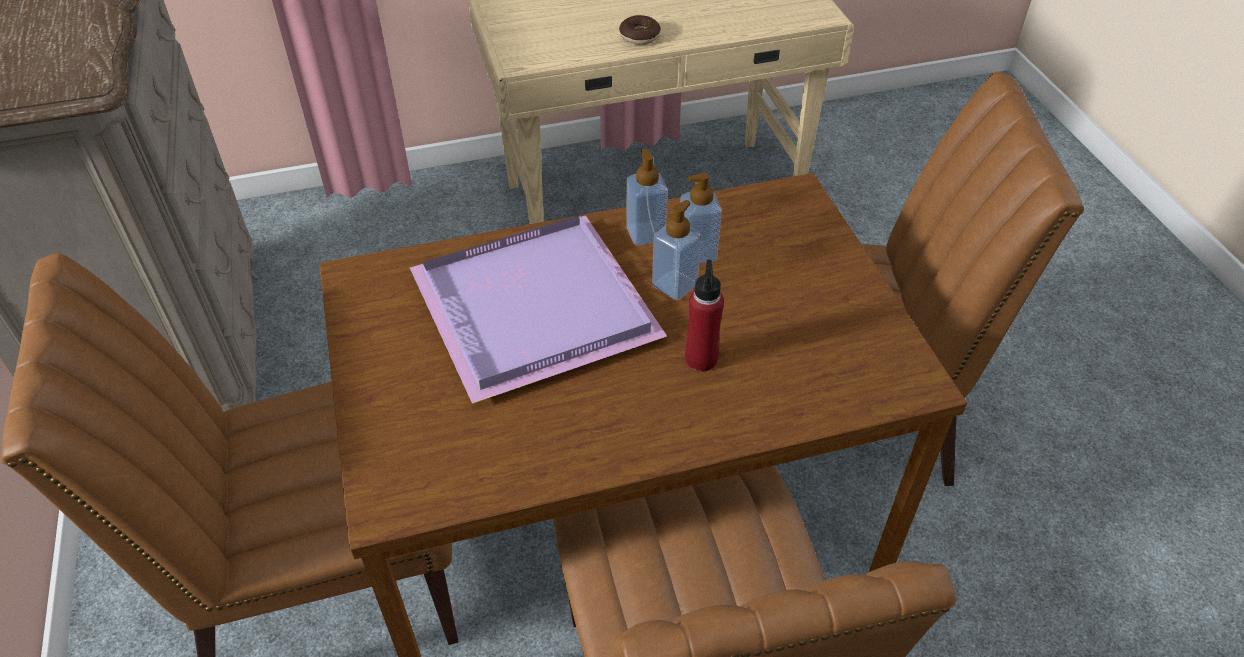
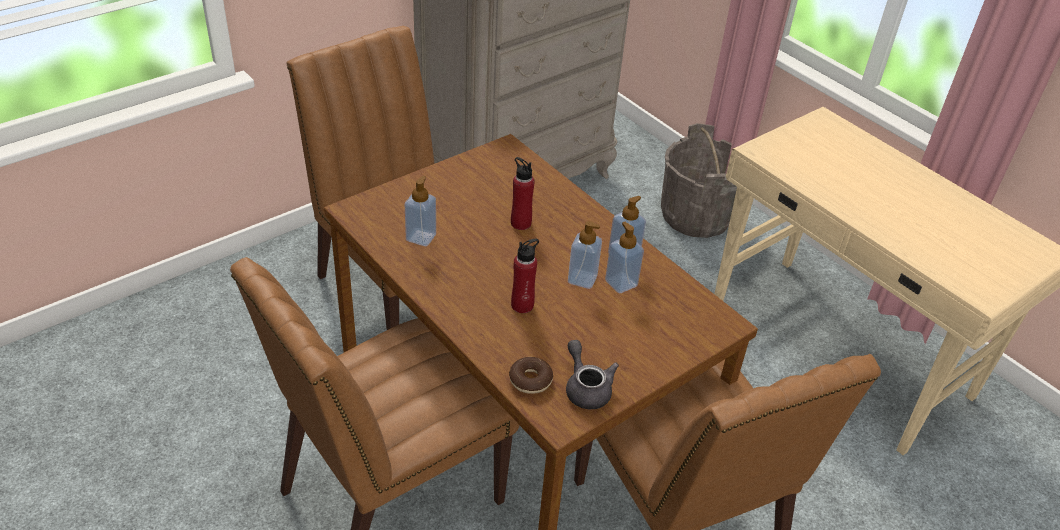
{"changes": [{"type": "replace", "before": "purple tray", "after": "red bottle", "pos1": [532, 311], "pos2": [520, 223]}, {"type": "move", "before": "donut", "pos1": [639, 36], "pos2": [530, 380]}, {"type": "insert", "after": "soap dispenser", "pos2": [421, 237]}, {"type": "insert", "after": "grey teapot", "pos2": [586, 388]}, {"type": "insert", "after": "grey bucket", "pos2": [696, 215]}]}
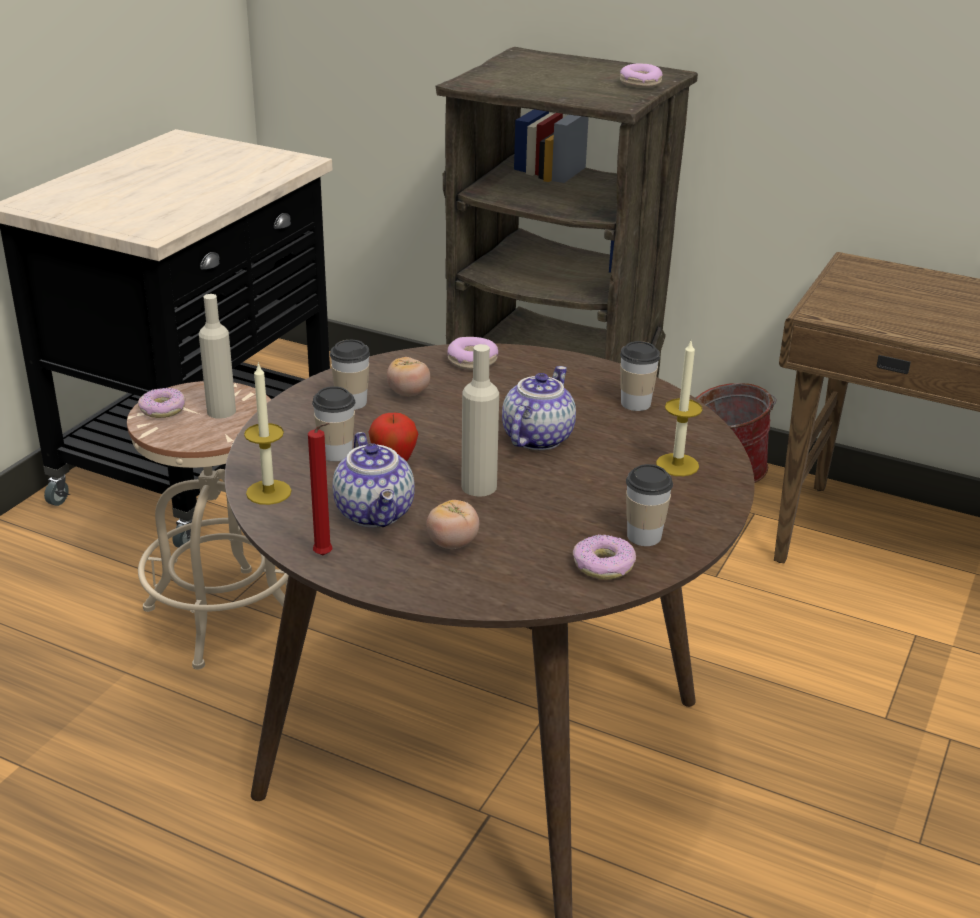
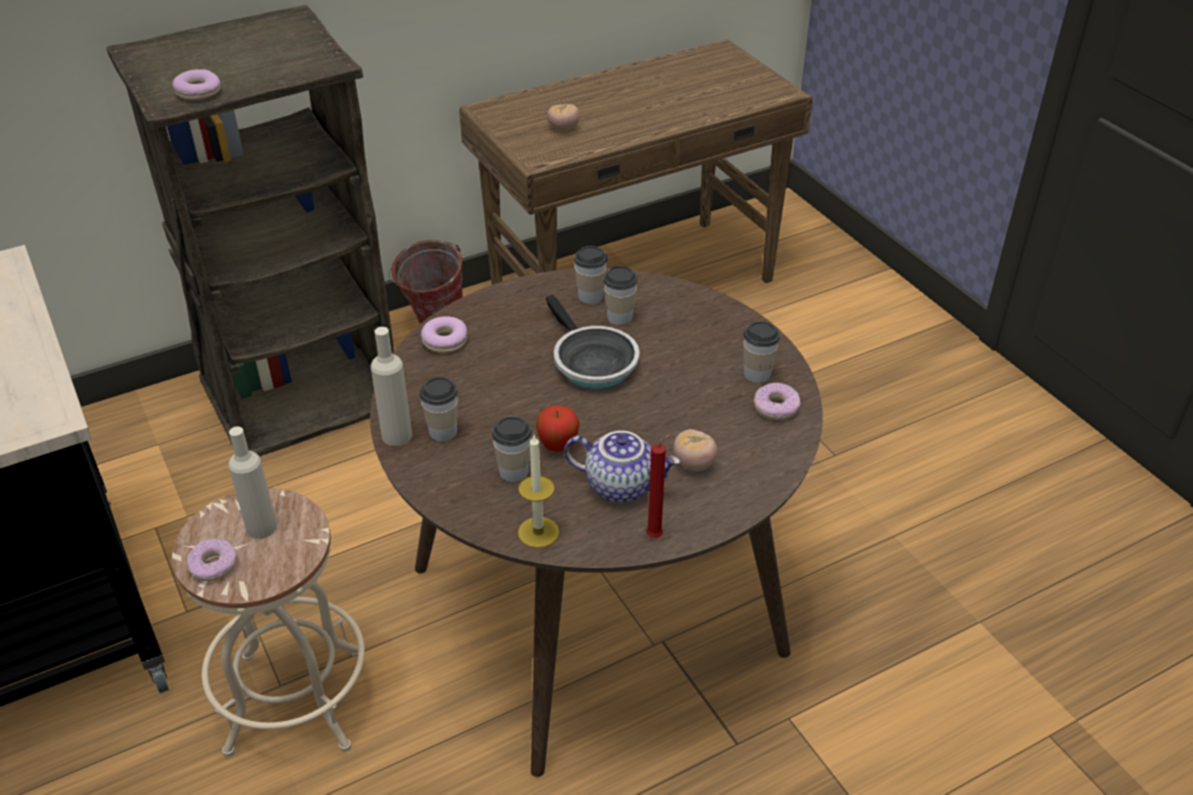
{"changes": [{"type": "move", "before": "tomato", "pos1": [408, 393], "pos2": [563, 128]}, {"type": "move", "before": "beige bottle", "pos1": [479, 486], "pos2": [397, 435]}, {"type": "replace", "before": "teapot", "after": "frying pan", "pos1": [536, 438], "pos2": [591, 362]}, {"type": "move", "before": "donut", "pos1": [640, 84], "pos2": [198, 92]}, {"type": "delete", "before": "candle", "pos1": [677, 465]}, {"type": "insert", "after": "cup", "pos2": [619, 317]}]}
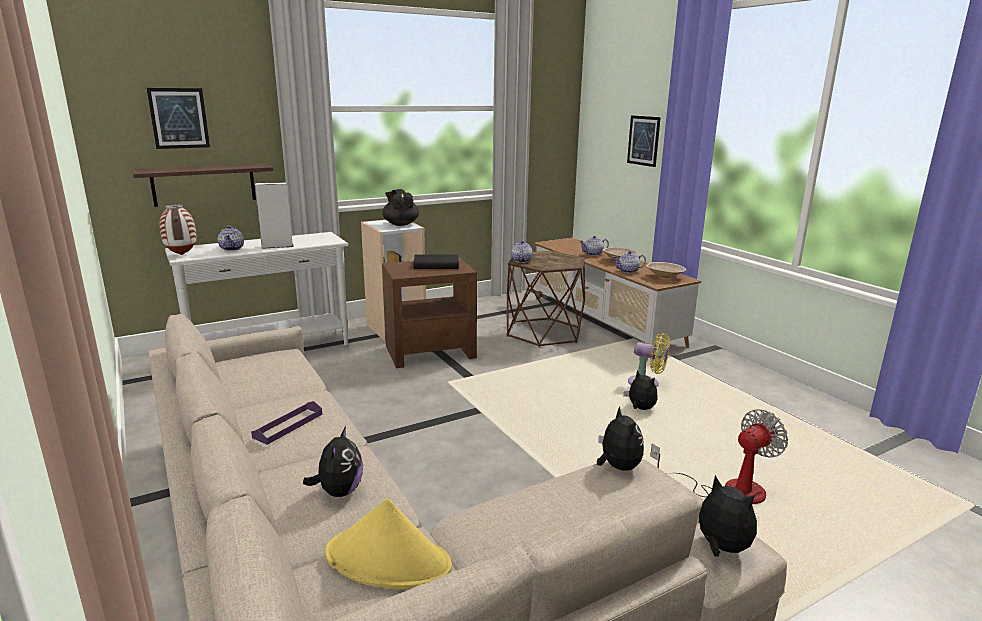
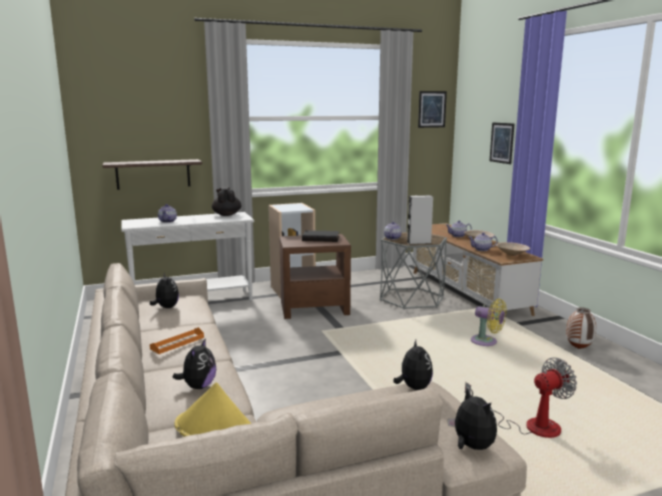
{"changes": [{"type": "move", "before": "picture", "pos1": [179, 118], "pos2": [432, 109]}, {"type": "move", "before": "vase", "pos1": [181, 254], "pos2": [578, 348]}, {"type": "recolor", "before": "purple tray", "after": "orange tray", "pos1": [288, 425], "pos2": [177, 343]}, {"type": "move", "before": "grey speaker", "pos1": [277, 246], "pos2": [419, 242]}, {"type": "move", "before": "black teapot", "pos1": [400, 224], "pos2": [226, 214]}, {"type": "recolor", "before": "brown side table", "after": "grey side table", "pos1": [544, 332], "pos2": [411, 298]}, {"type": "move", "before": "plush toy", "pos1": [640, 408], "pos2": [166, 307]}]}
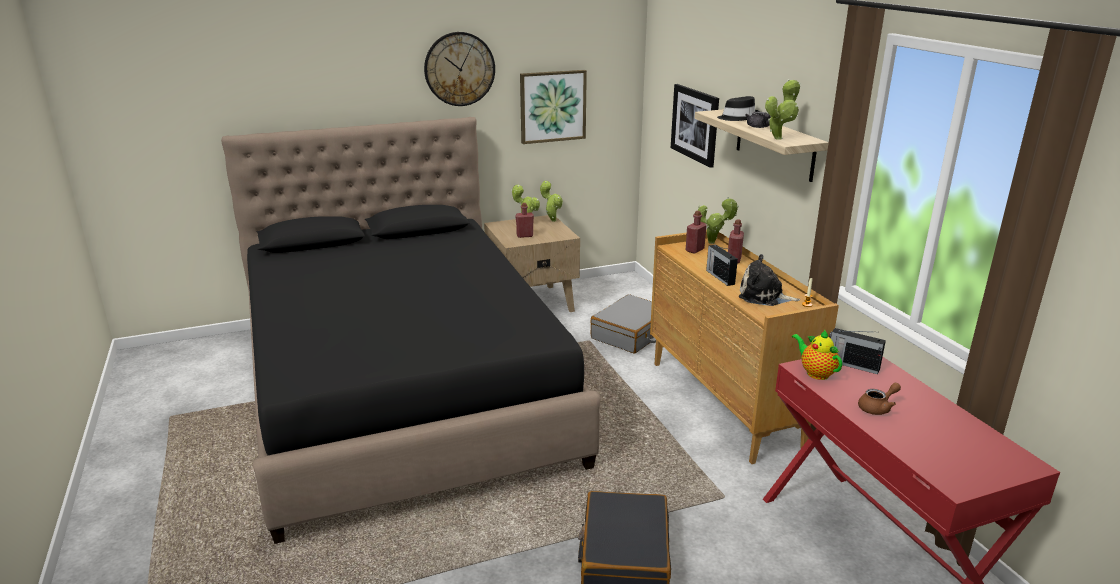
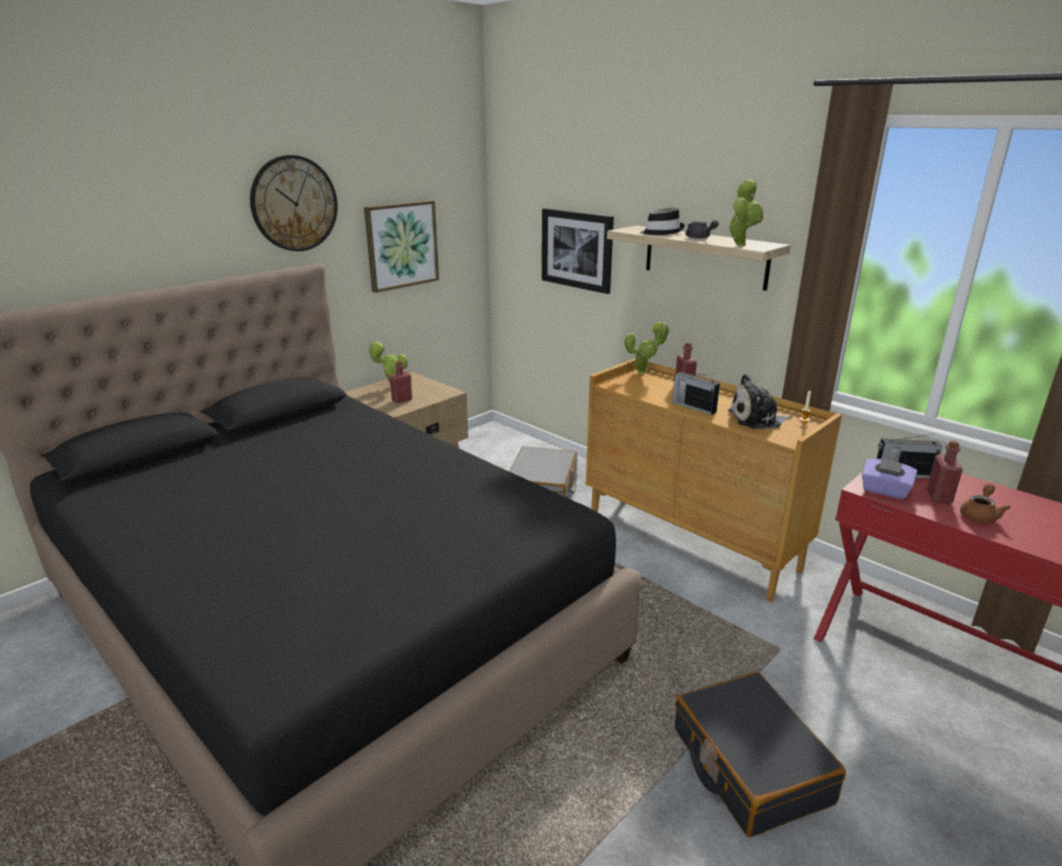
{"changes": [{"type": "delete", "before": "potted plant", "pos1": [552, 220]}, {"type": "move", "before": "red bottle", "pos1": [694, 250], "pos2": [939, 497]}, {"type": "replace", "before": "teapot", "after": "purple tissue box", "pos1": [815, 373], "pos2": [884, 491]}]}
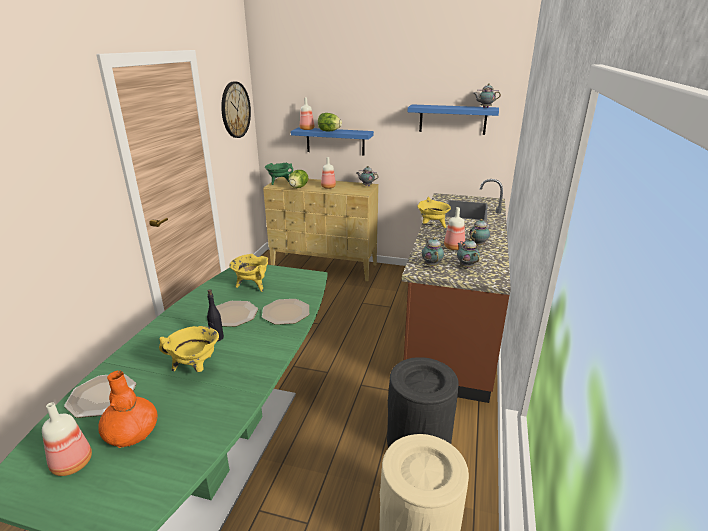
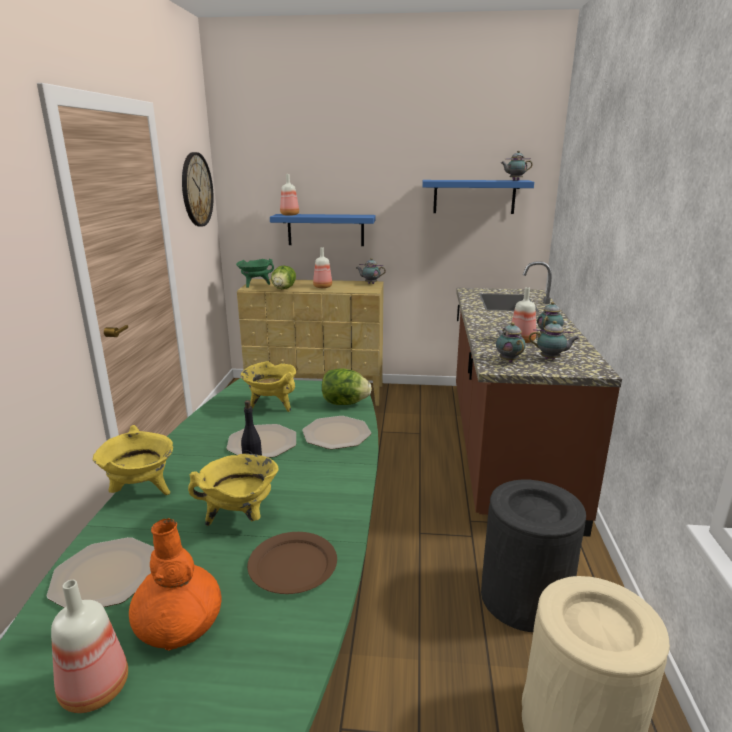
{"changes": [{"type": "move", "before": "lettuce", "pos1": [329, 131], "pos2": [344, 403]}, {"type": "move", "before": "yellow cooking pot", "pos1": [432, 226], "pos2": [142, 491]}, {"type": "rotate", "before": "teapot", "pos1": [466, 266], "pos2": [551, 359], "turn": 135}, {"type": "insert", "after": "brown plate", "pos2": [292, 566]}]}
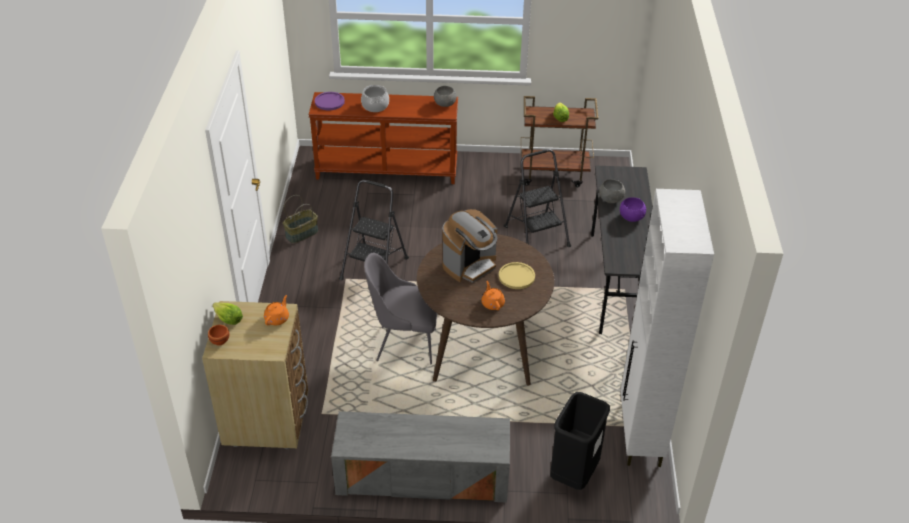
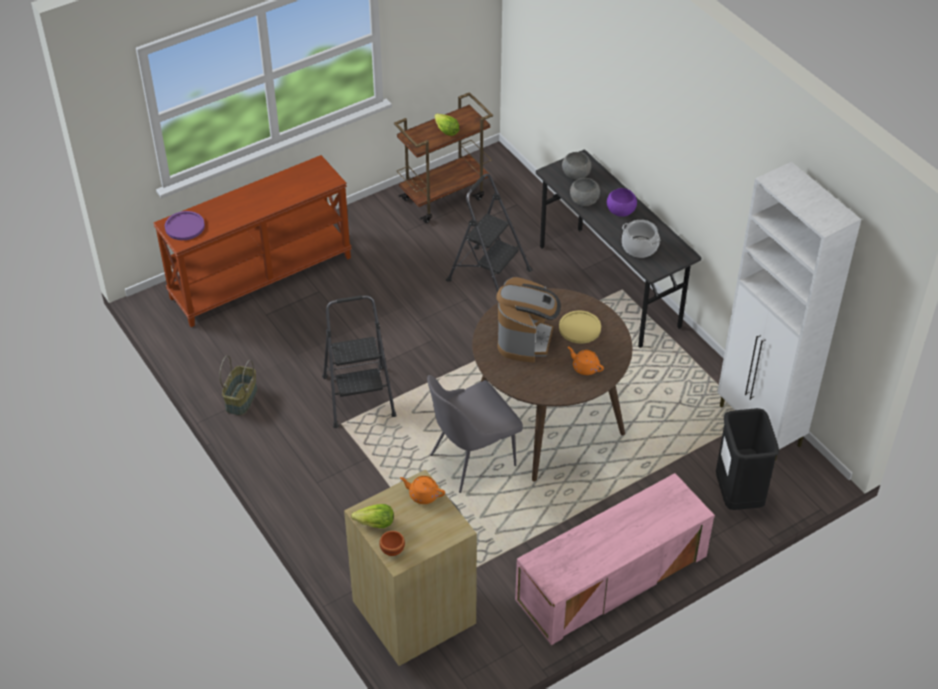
{"changes": [{"type": "rotate", "before": "orange teapot", "pos1": [277, 318], "pos2": [423, 495], "turn": -60}, {"type": "recolor", "before": "grey bench", "after": "pink bench", "pos1": [421, 477], "pos2": [611, 579]}, {"type": "move", "before": "cooking pot", "pos1": [375, 106], "pos2": [640, 247]}, {"type": "move", "before": "grey bowl", "pos1": [445, 103], "pos2": [576, 174]}]}
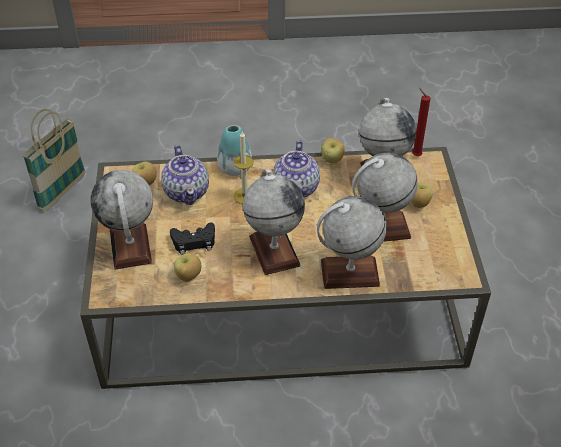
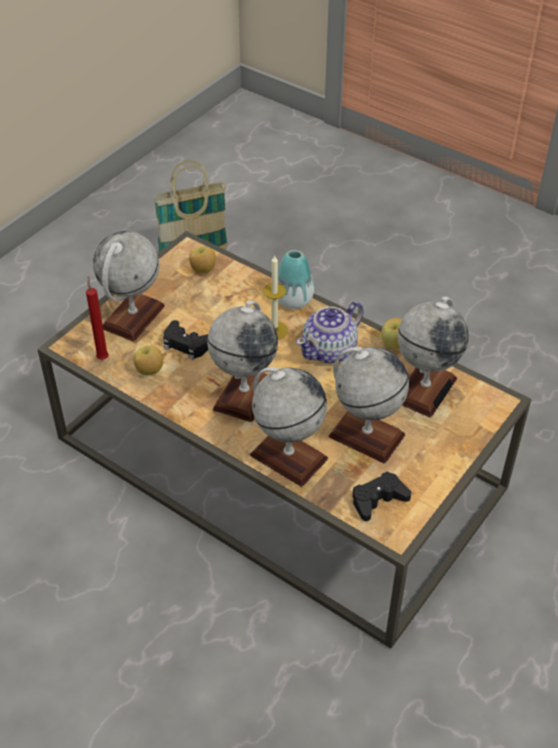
{"changes": [{"type": "delete", "before": "teapot", "pos1": [187, 191]}, {"type": "delete", "before": "apple", "pos1": [418, 204]}, {"type": "move", "before": "red candle", "pos1": [415, 155], "pos2": [102, 357]}, {"type": "insert", "after": "black game controller", "pos2": [378, 500]}]}
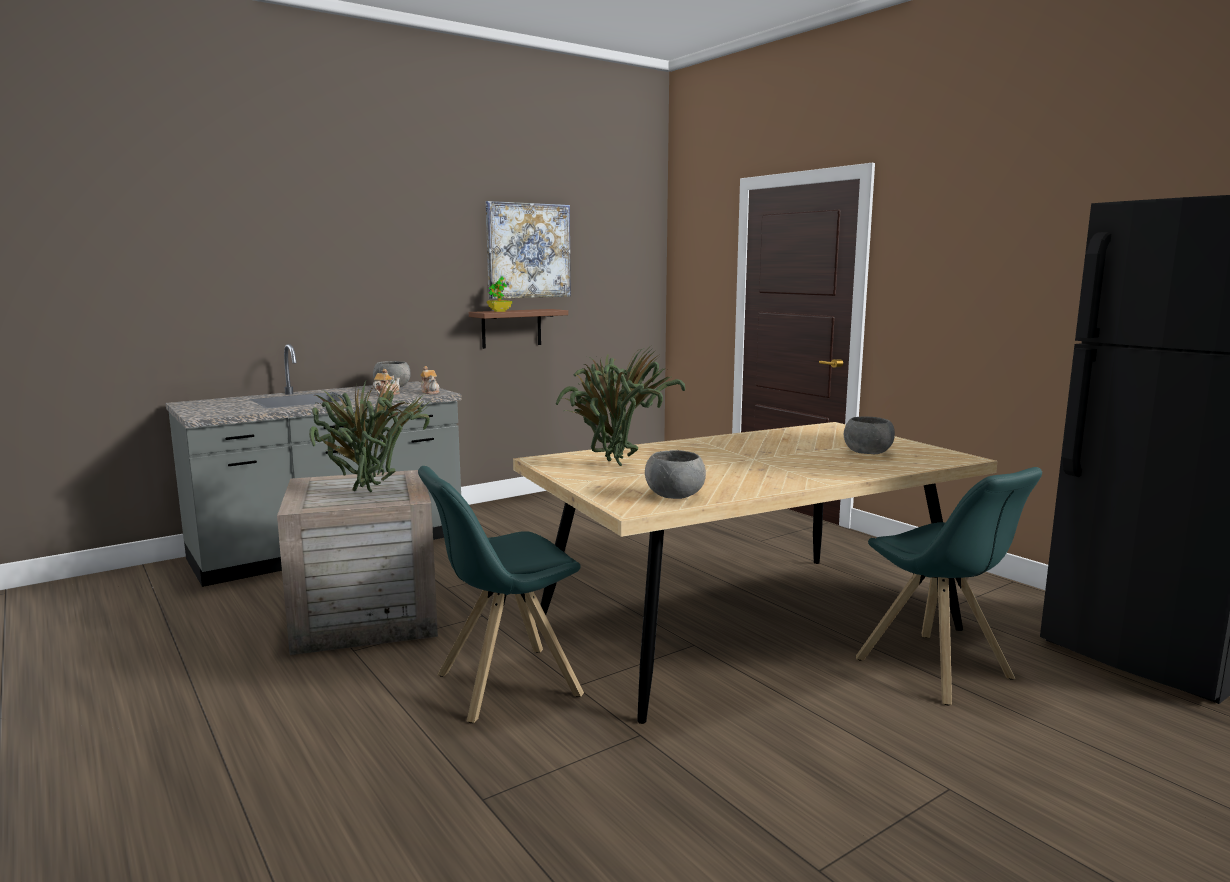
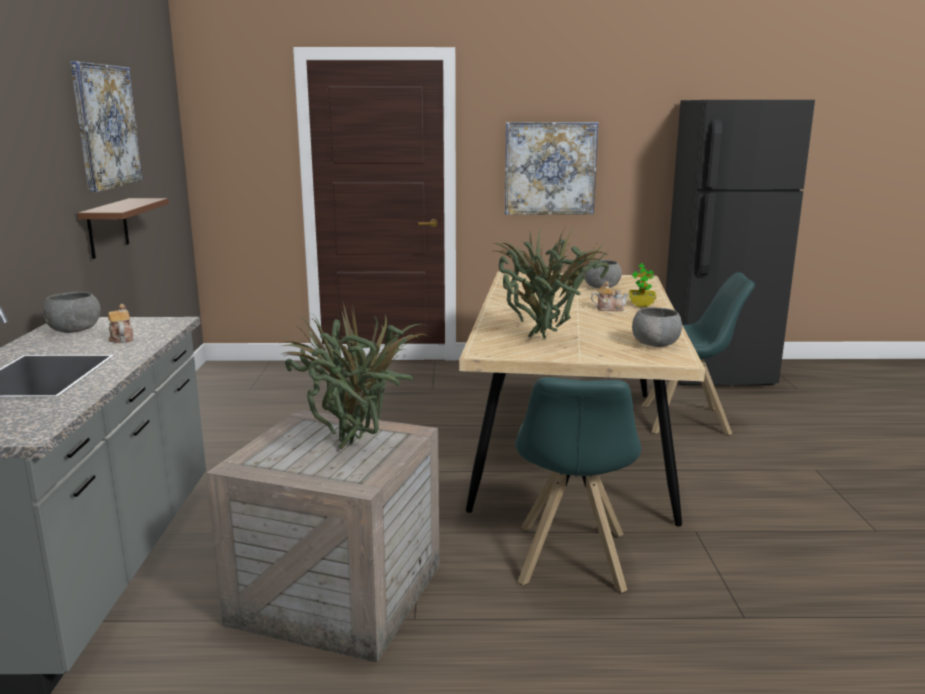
{"changes": [{"type": "move", "before": "teapot", "pos1": [430, 392], "pos2": [609, 309]}, {"type": "move", "before": "potted plant", "pos1": [499, 311], "pos2": [641, 305]}, {"type": "insert", "after": "picture", "pos2": [550, 168]}]}
